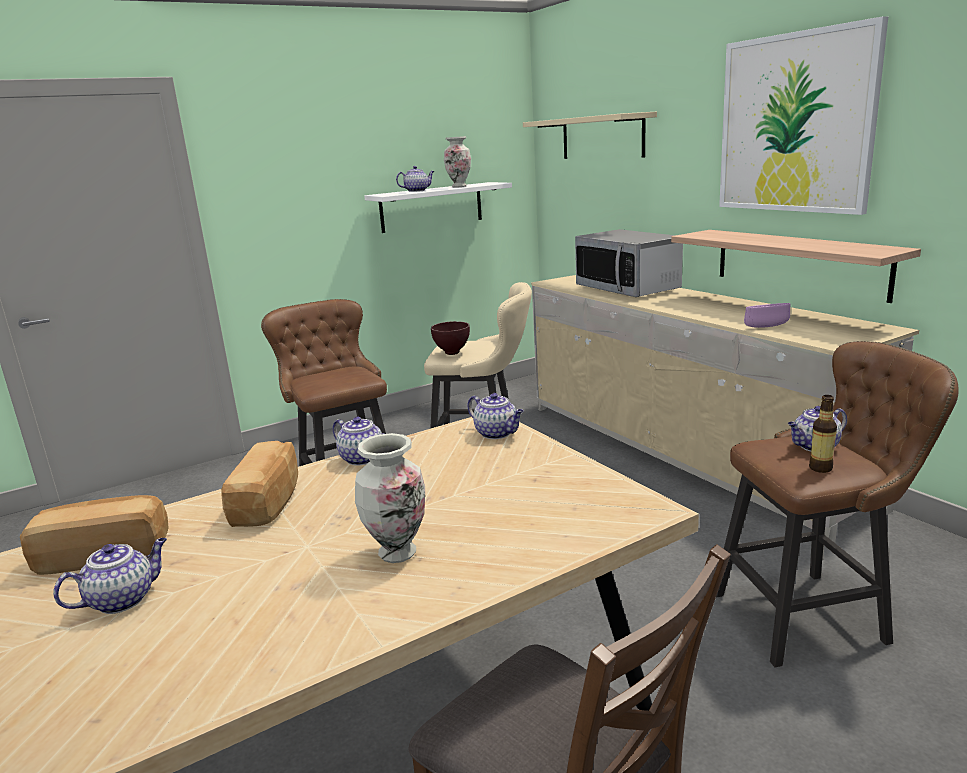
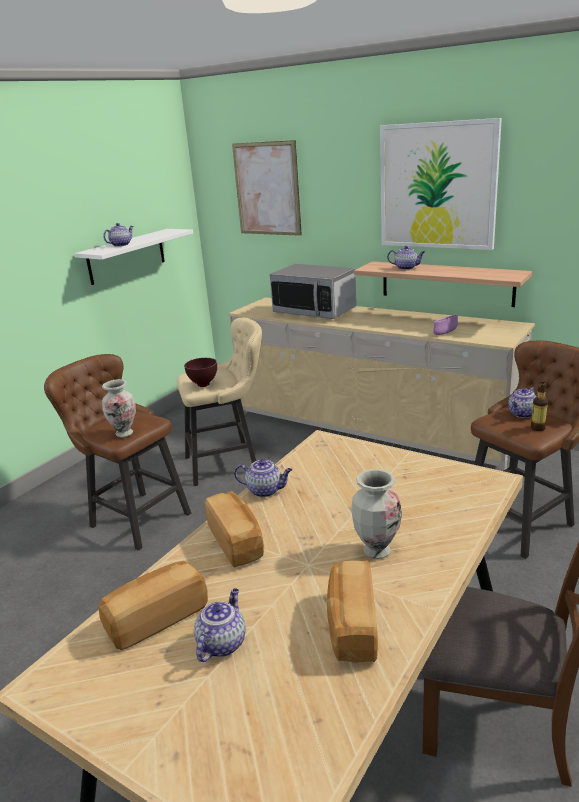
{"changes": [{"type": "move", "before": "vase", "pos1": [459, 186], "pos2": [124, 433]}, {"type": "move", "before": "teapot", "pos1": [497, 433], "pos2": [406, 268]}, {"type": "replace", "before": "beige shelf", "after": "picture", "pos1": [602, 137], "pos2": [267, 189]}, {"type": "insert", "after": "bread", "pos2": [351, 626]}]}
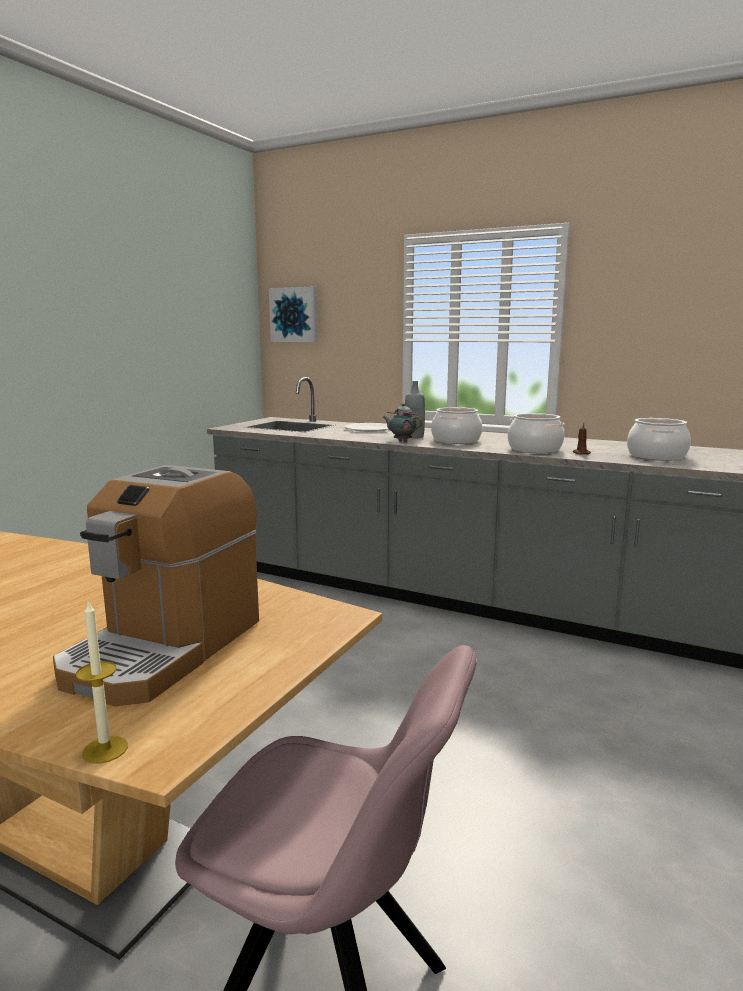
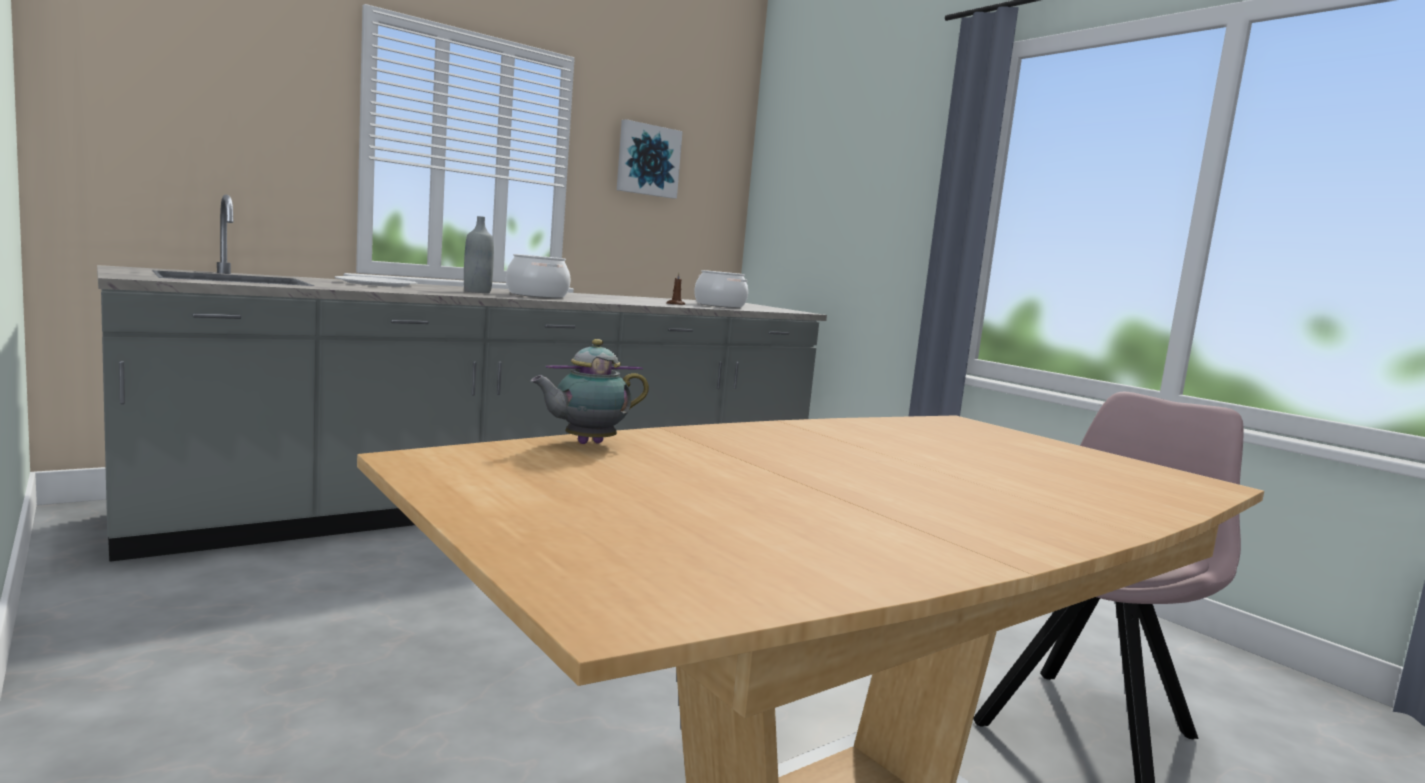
{"changes": [{"type": "delete", "before": "coffee machine", "pos1": [165, 648]}, {"type": "delete", "before": "candle", "pos1": [105, 749]}, {"type": "move", "before": "picture", "pos1": [295, 315], "pos2": [647, 160]}, {"type": "move", "before": "teapot", "pos1": [401, 441], "pos2": [586, 443]}, {"type": "delete", "before": "cooking pot", "pos1": [534, 449]}]}
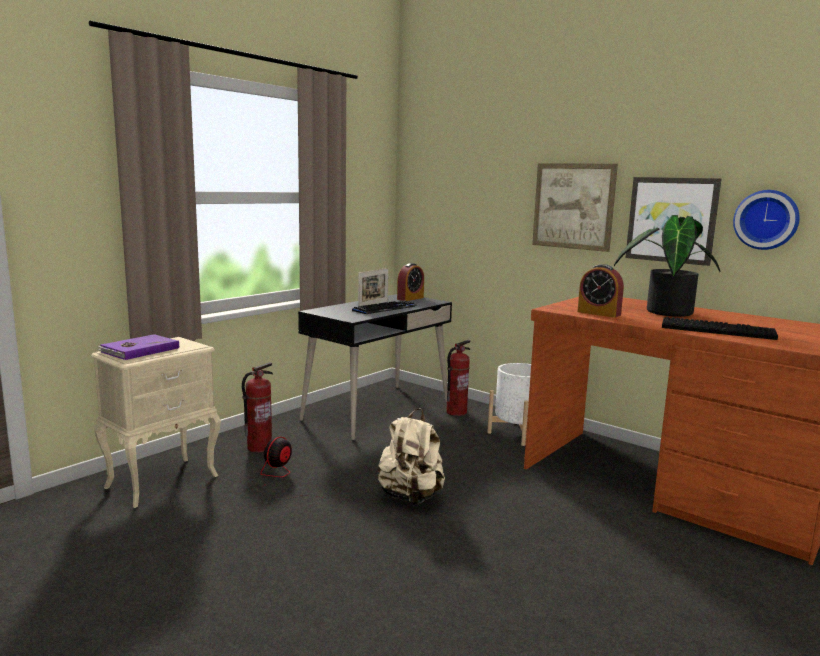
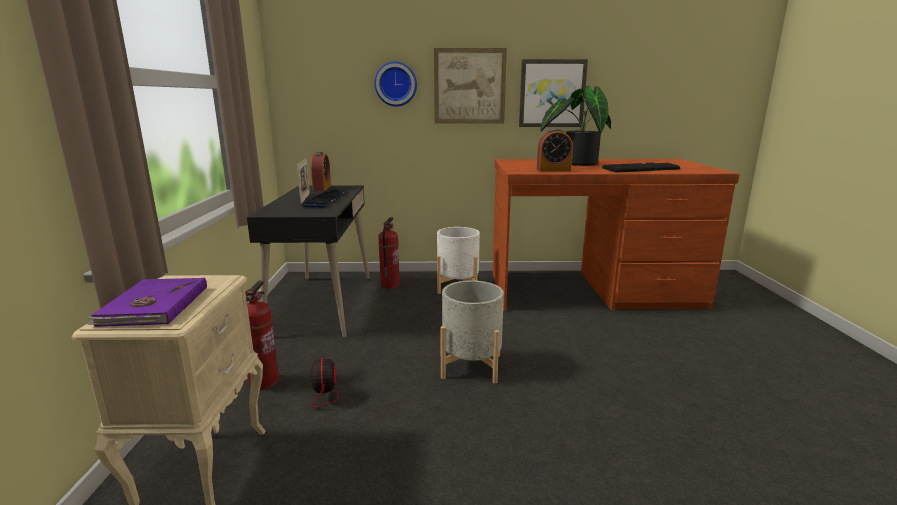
{"changes": [{"type": "replace", "before": "beige backpack", "after": "grey planter", "pos1": [411, 497], "pos2": [471, 366]}, {"type": "move", "before": "wall clock", "pos1": [766, 219], "pos2": [396, 84]}]}
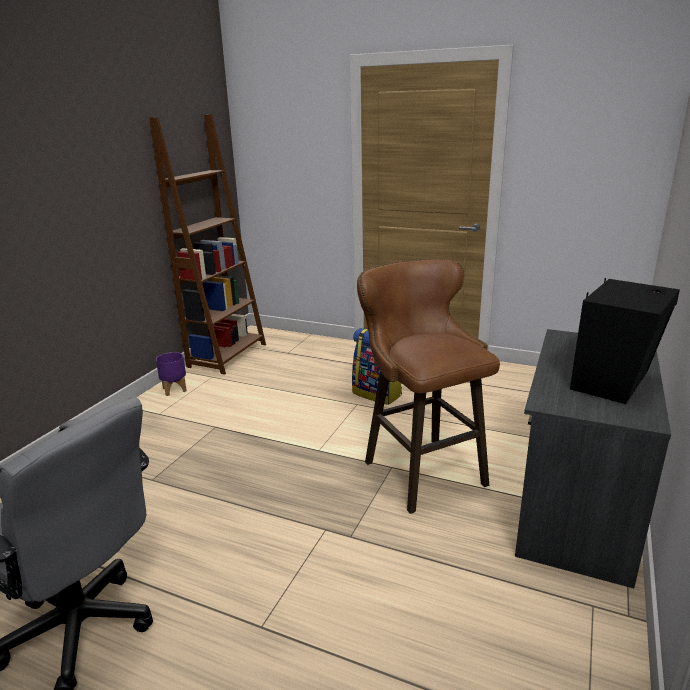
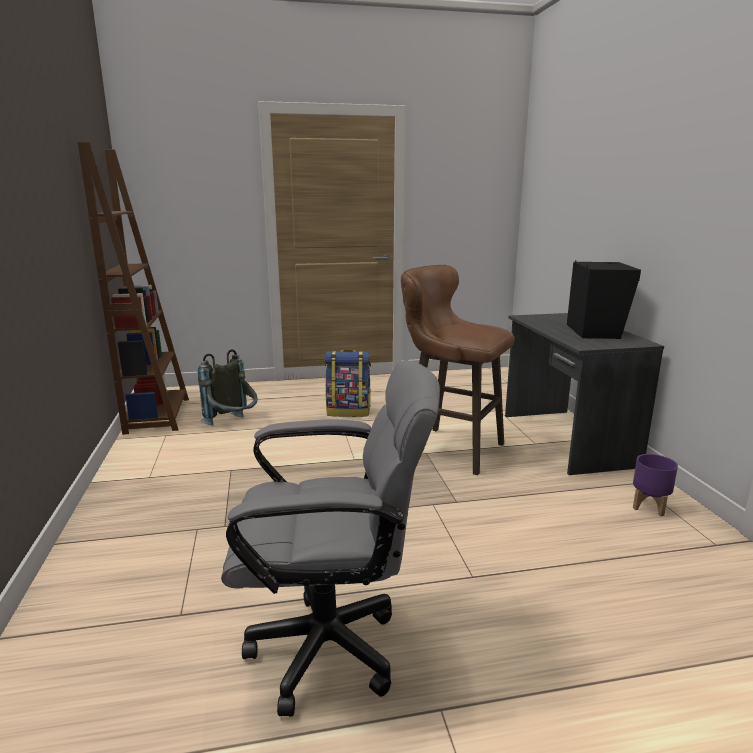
{"changes": [{"type": "move", "before": "purple planter", "pos1": [175, 389], "pos2": [649, 506]}, {"type": "insert", "after": "grey backpack", "pos2": [233, 426]}]}
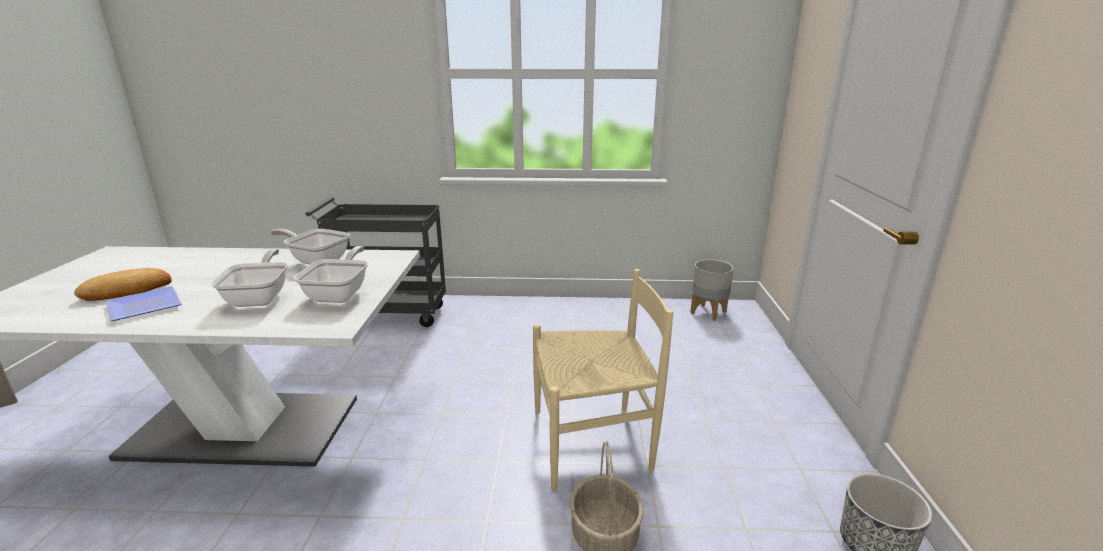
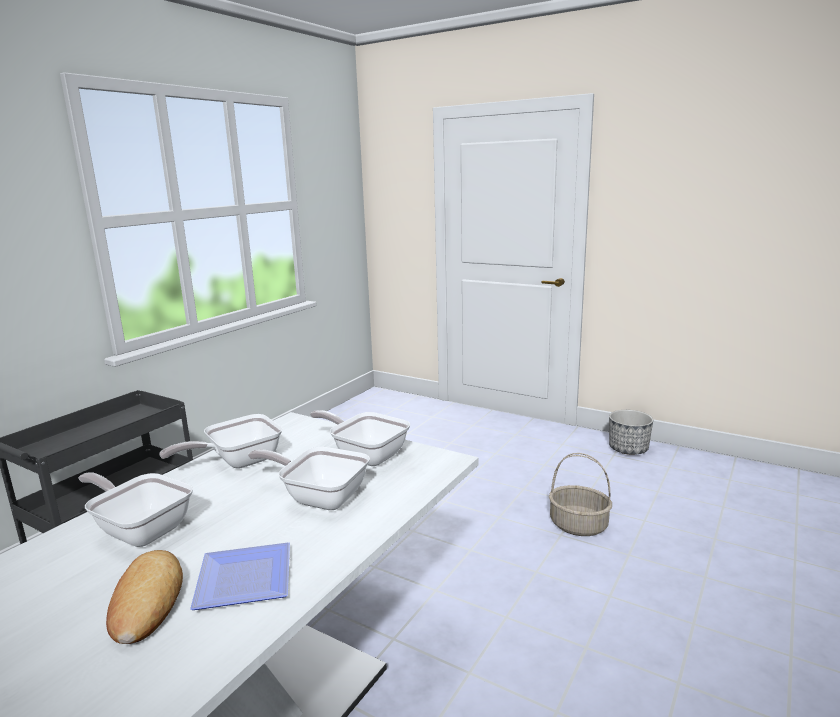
{"changes": [{"type": "delete", "before": "beige chair", "pos1": [592, 443]}, {"type": "delete", "before": "grey planter", "pos1": [708, 312]}, {"type": "insert", "after": "frying pan", "pos2": [140, 529]}]}
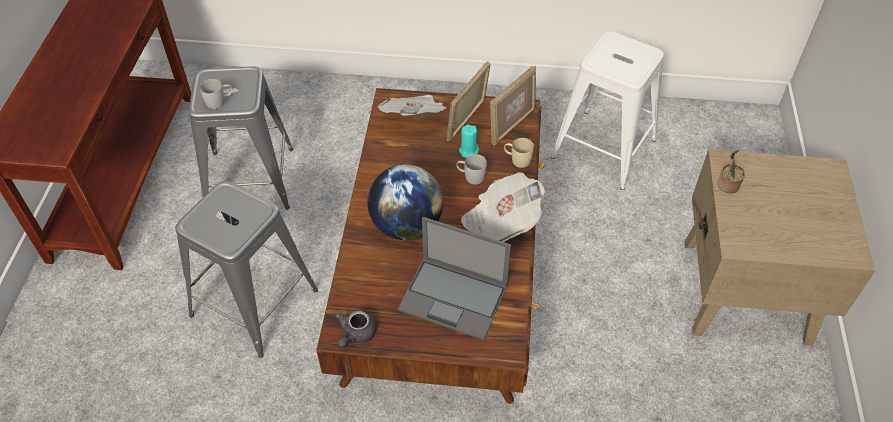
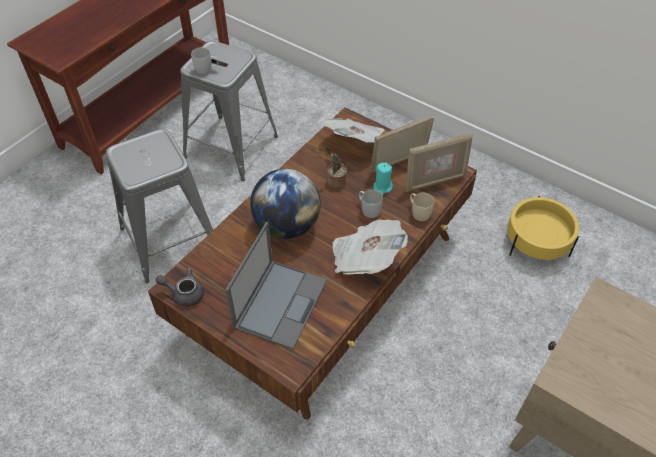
{"changes": [{"type": "rotate", "before": "grey teapot", "pos1": [356, 335], "pos2": [184, 293], "turn": 45}, {"type": "rotate", "before": "laptop", "pos1": [454, 298], "pos2": [281, 302], "turn": -120}, {"type": "replace", "before": "white stool", "after": "yellow planter", "pos1": [603, 149], "pos2": [536, 242]}, {"type": "move", "before": "potted plant", "pos1": [727, 186], "pos2": [335, 181]}]}
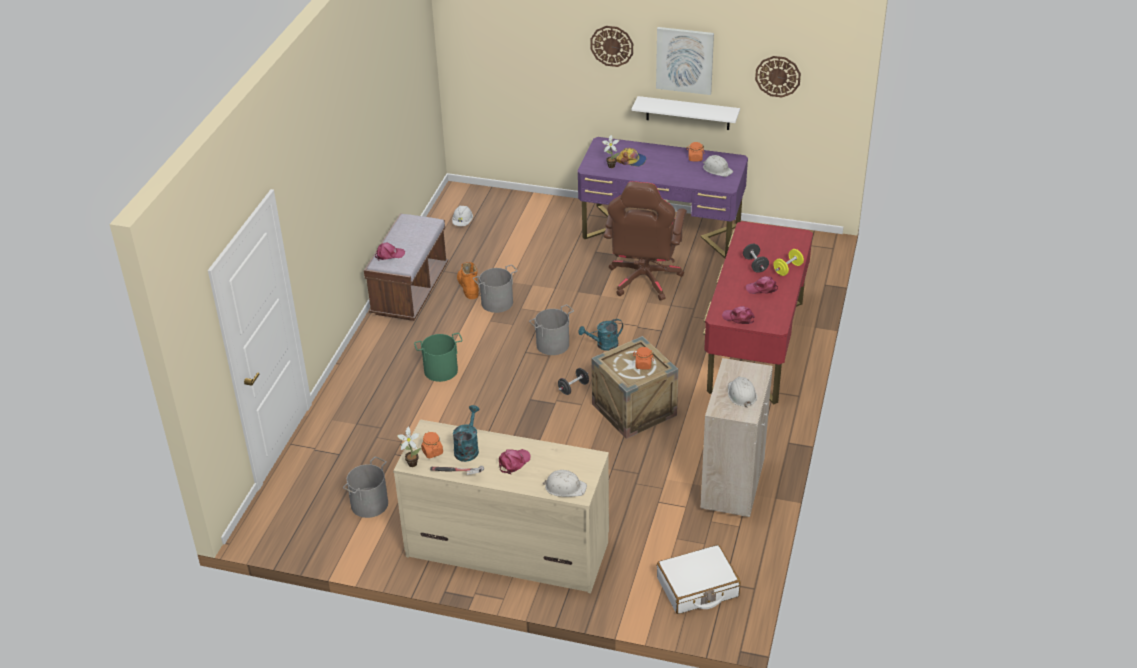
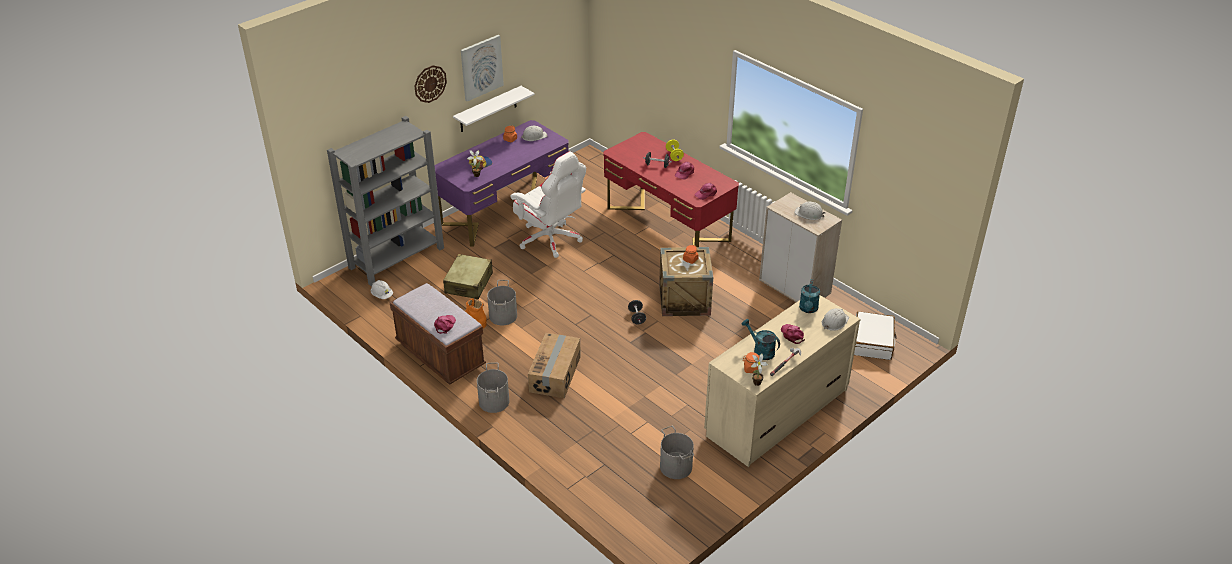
{"changes": [{"type": "replace", "before": "green bucket", "after": "cardboard box", "pos1": [441, 370], "pos2": [555, 374]}, {"type": "move", "before": "grey bucket", "pos1": [552, 344], "pos2": [493, 402]}, {"type": "move", "before": "turquoise watering can", "pos1": [603, 345], "pos2": [808, 309]}, {"type": "recolor", "before": "brown office chair", "after": "white office chair", "pos1": [644, 279], "pos2": [549, 239]}, {"type": "delete", "before": "wall clock", "pos1": [778, 76]}, {"type": "insert", "after": "grey bookcase", "pos2": [396, 258]}, {"type": "insert", "after": "beige suitcase", "pos2": [469, 283]}]}
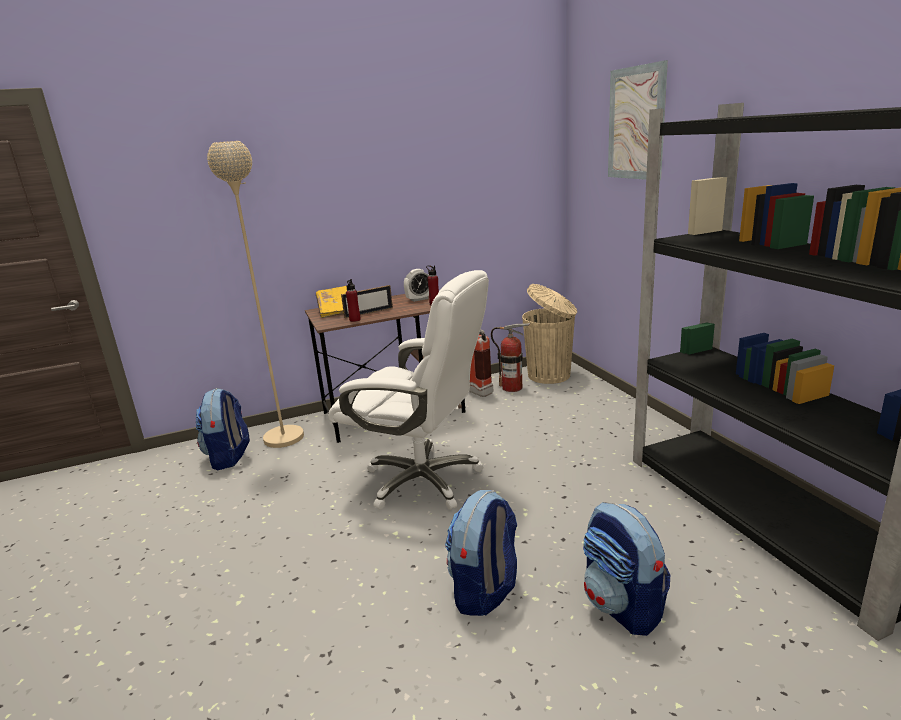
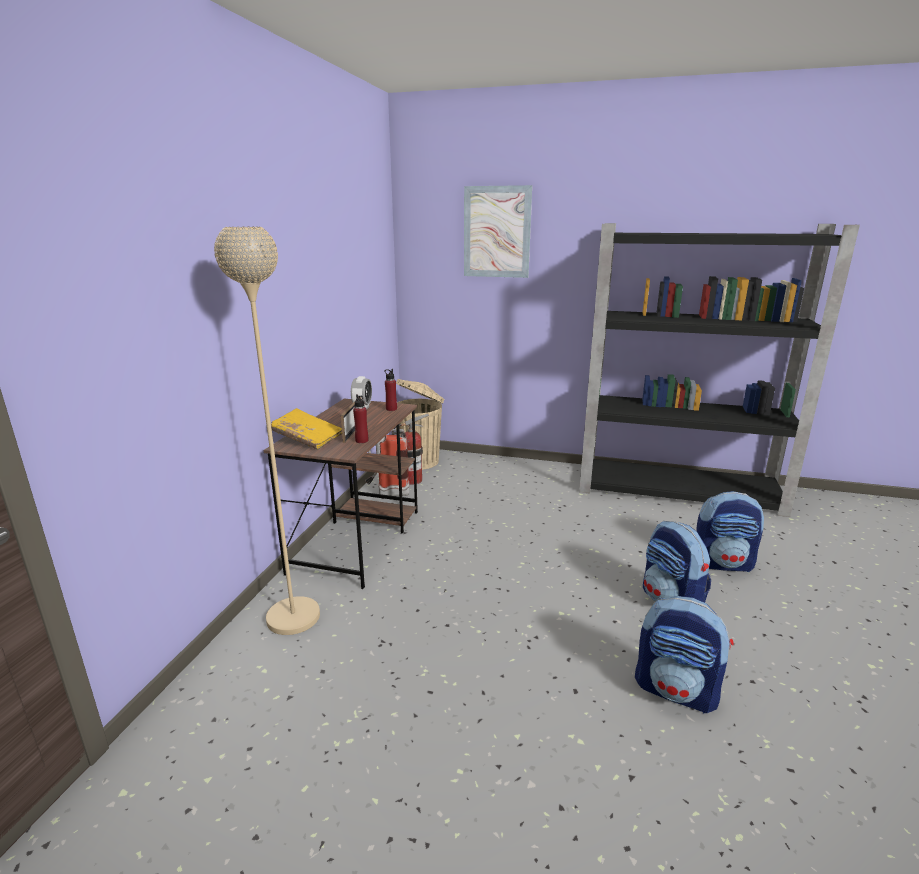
{"changes": [{"type": "move", "before": "backpack", "pos1": [229, 457], "pos2": [676, 690]}, {"type": "delete", "before": "white office chair", "pos1": [419, 479]}]}
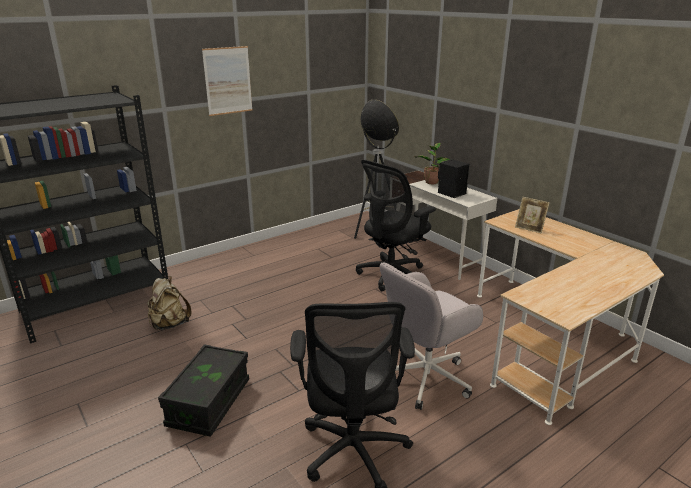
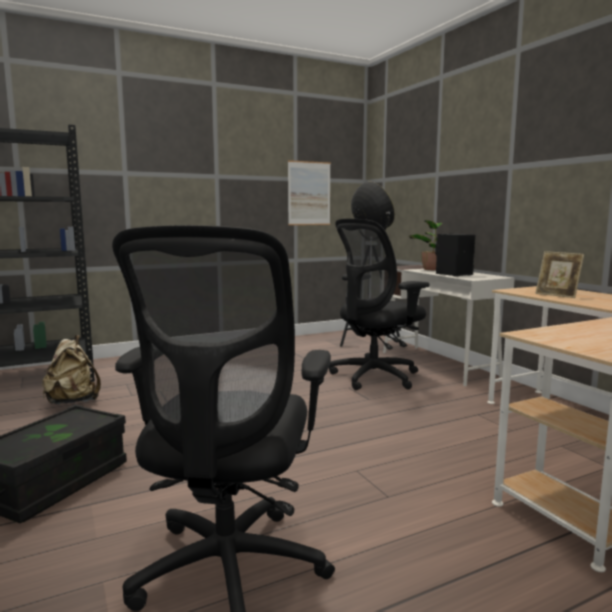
{"changes": [{"type": "move", "before": "picture", "pos1": [228, 81], "pos2": [309, 193]}, {"type": "delete", "before": "grey office chair", "pos1": [425, 379]}]}
